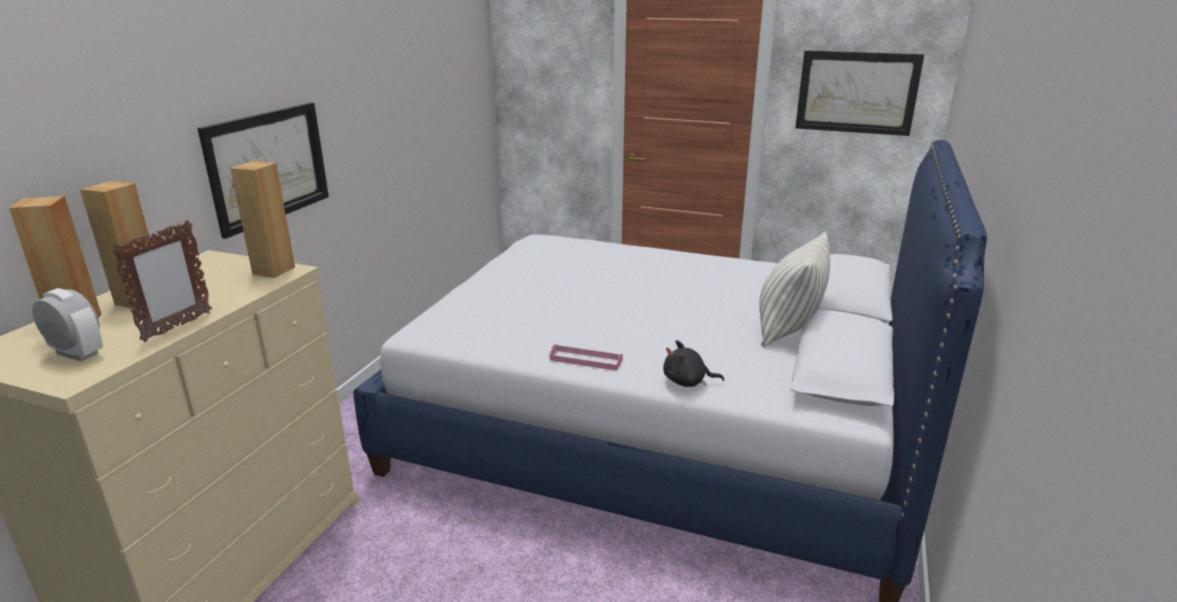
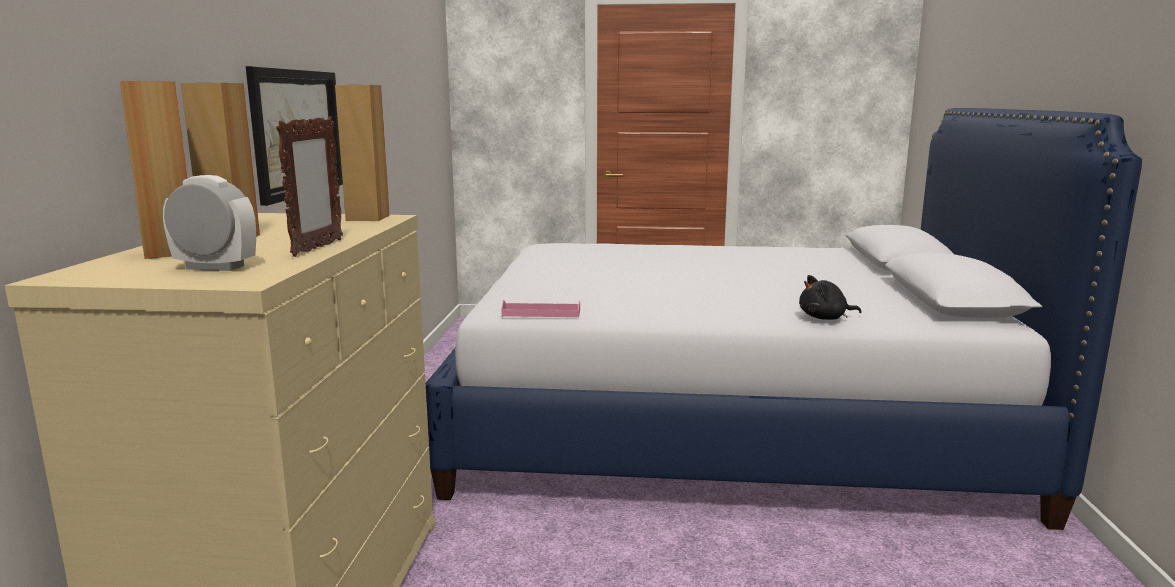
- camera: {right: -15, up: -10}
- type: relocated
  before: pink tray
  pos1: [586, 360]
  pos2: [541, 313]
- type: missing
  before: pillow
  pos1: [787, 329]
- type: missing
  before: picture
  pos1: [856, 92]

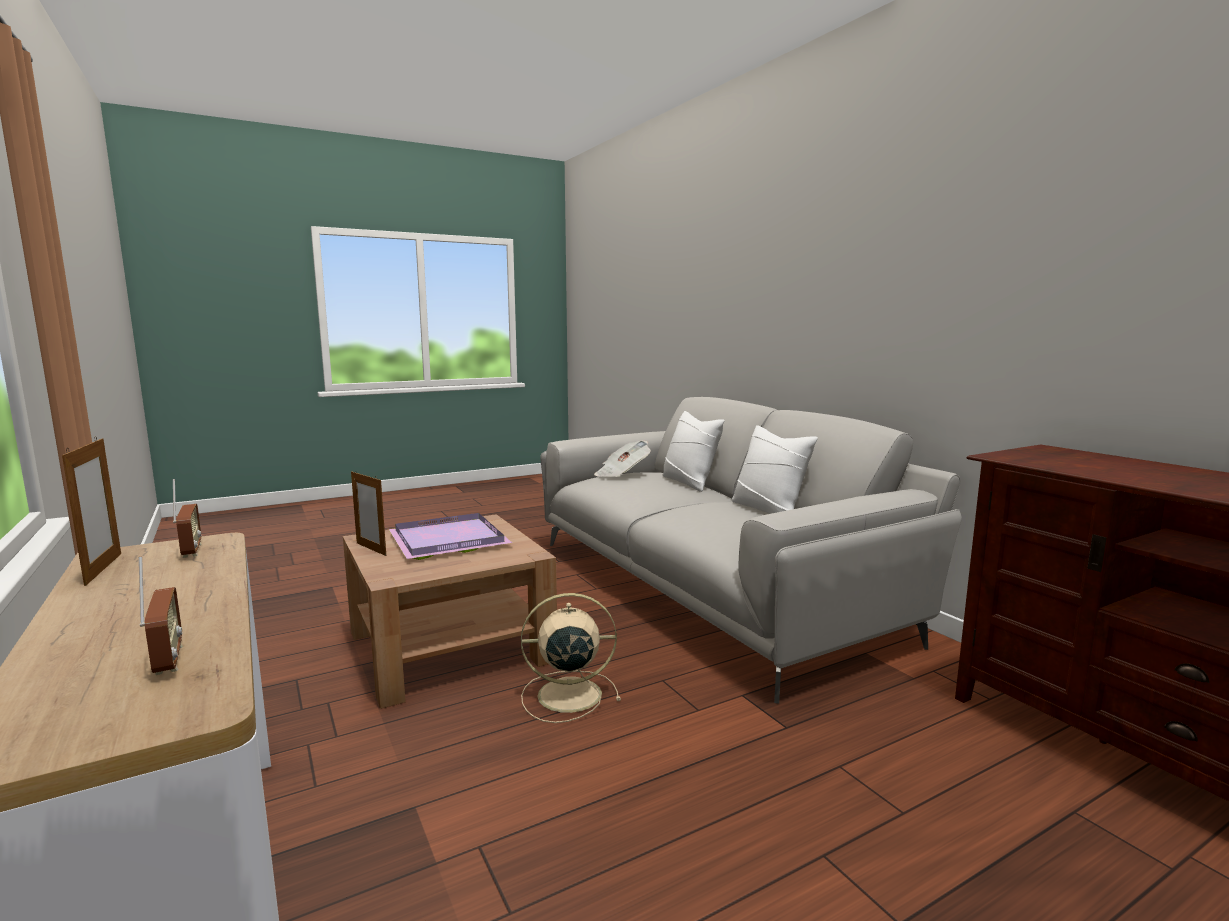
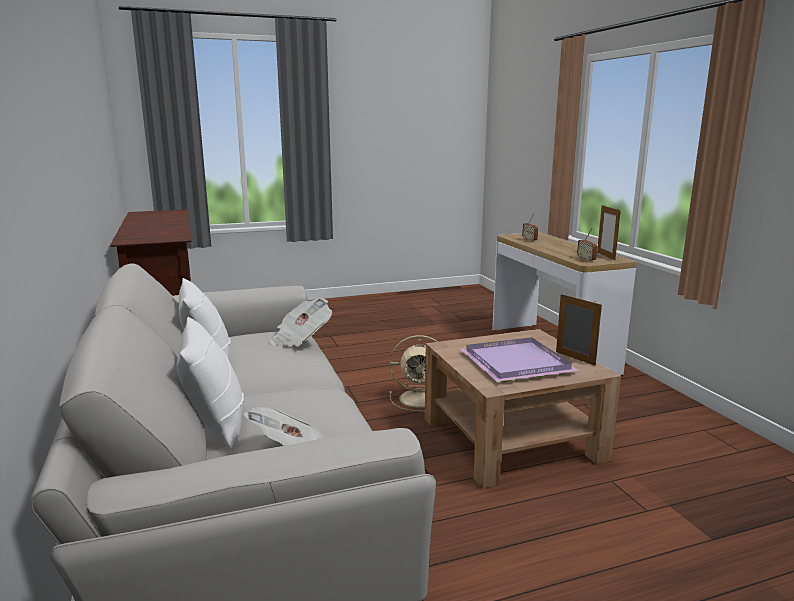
- camera: {right: -170, up: 5}
- type: appeared
  after: newspaper
  pos2: [301, 338]

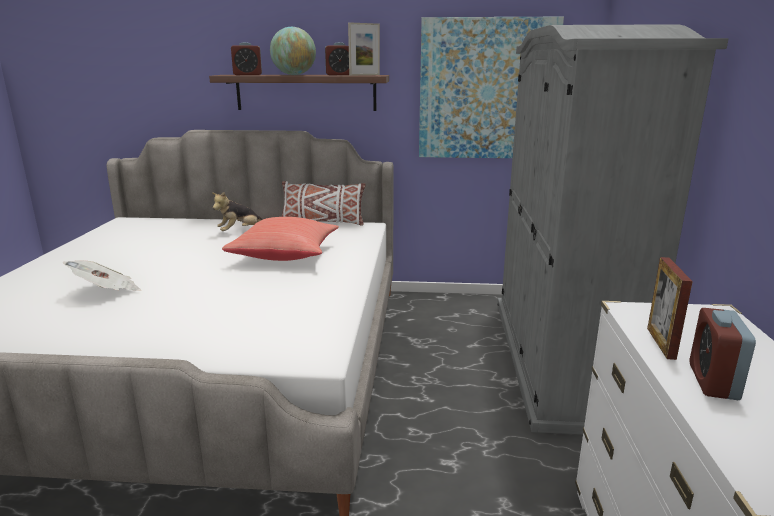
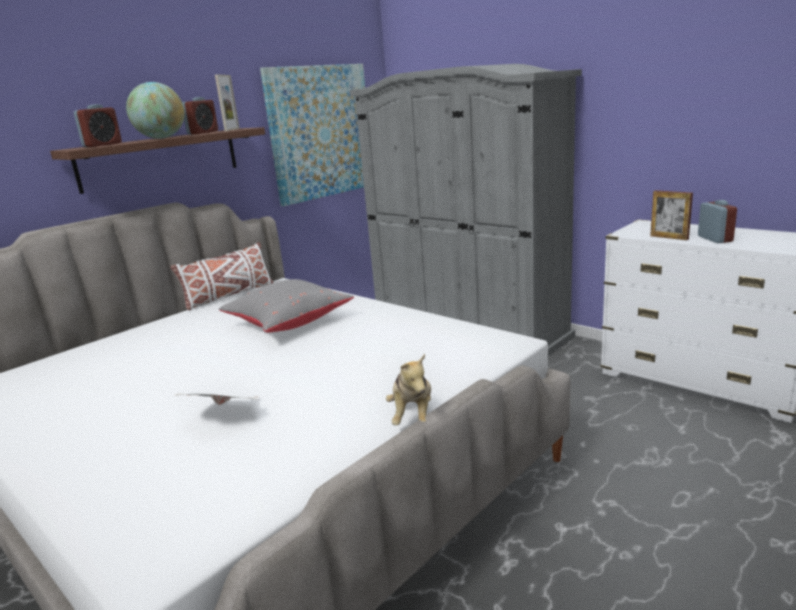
- camera: {right: -50, up: 0}
- type: relocated
  before: plush toy
  pos1: [240, 231]
  pos2: [413, 416]
- type: colour
  before: red pillow
  after: grey pillow
  pos1: [286, 255]
  pos2: [288, 323]
- type: spun
  before: alarm clock
  pos1: [713, 381]
  pos2: [714, 239]
  turn: -150

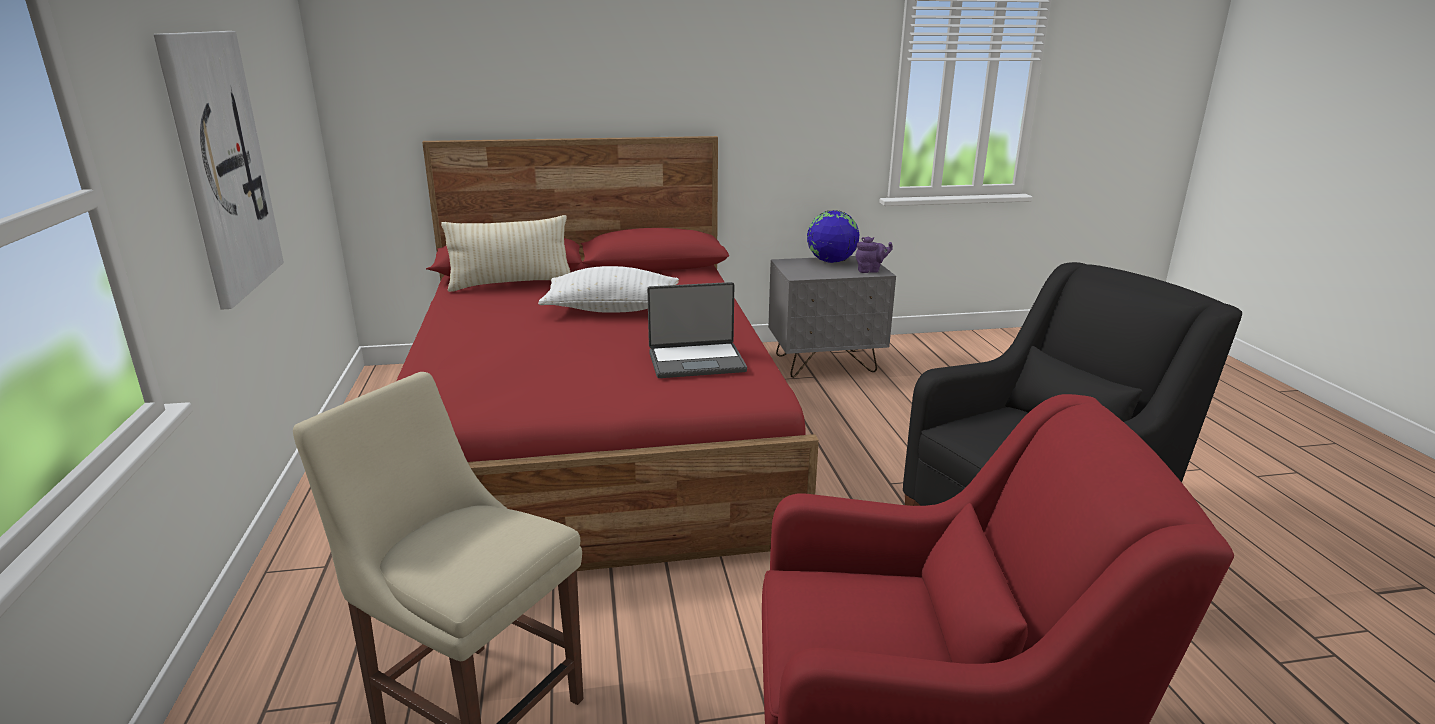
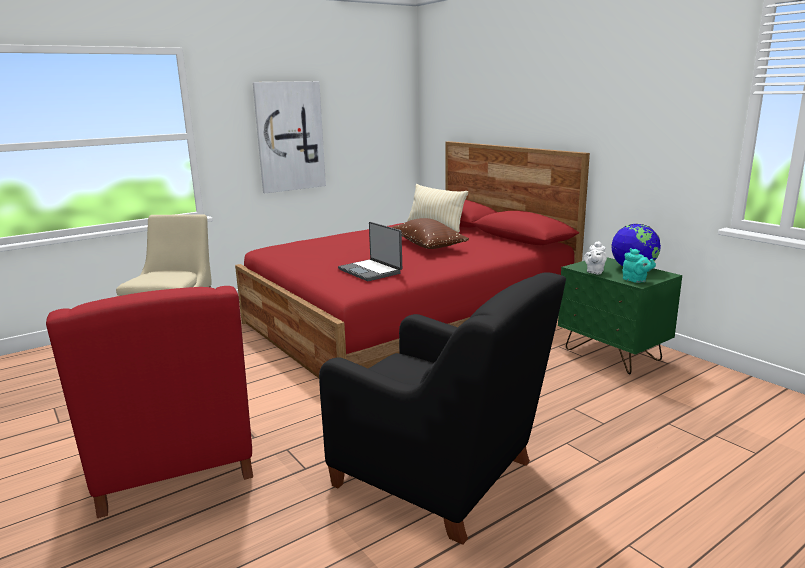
- camera: {right: 65, up: -5}
- type: colour
  before: white pillow
  after: brown pillow
  pos1: [613, 309]
  pos2: [427, 246]
- type: colour
  before: grey nightstand
  after: green nightstand
  pos1: [825, 364]
  pos2: [612, 355]
- type: colour
  before: purple teapot
  after: turquoise teapot
  pos1: [870, 271]
  pos2: [636, 280]
- type: appeared
  after: white teapot
  pos2: [594, 272]

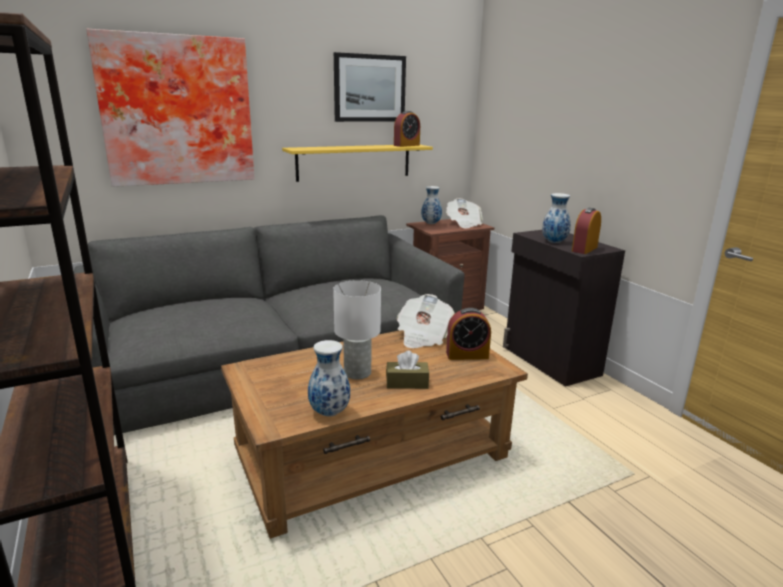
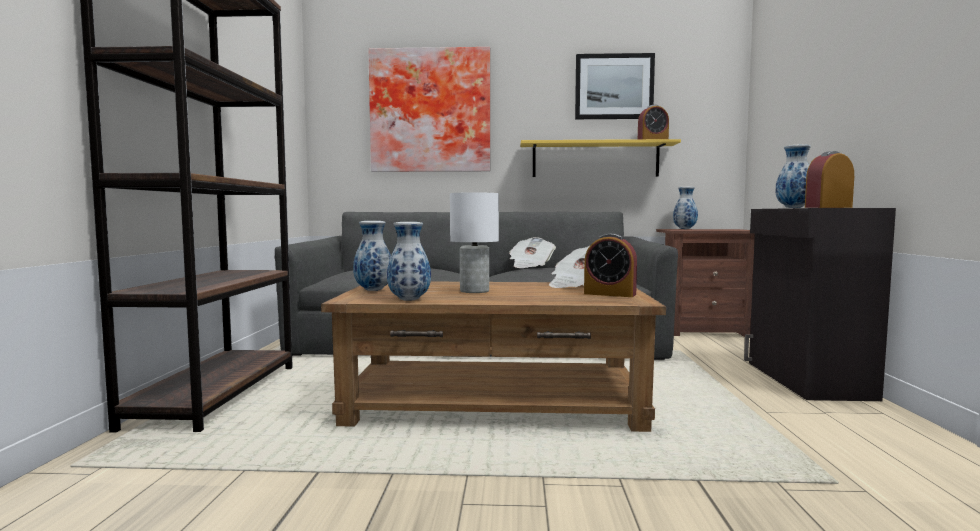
- camera: {right: 30, up: -15}
- type: missing
  before: brown tissue box
  pos1: [407, 383]
- type: relocated
  before: newspaper
  pos1: [463, 224]
  pos2: [530, 266]
- type: appeared
  after: vase
  pos2: [372, 290]

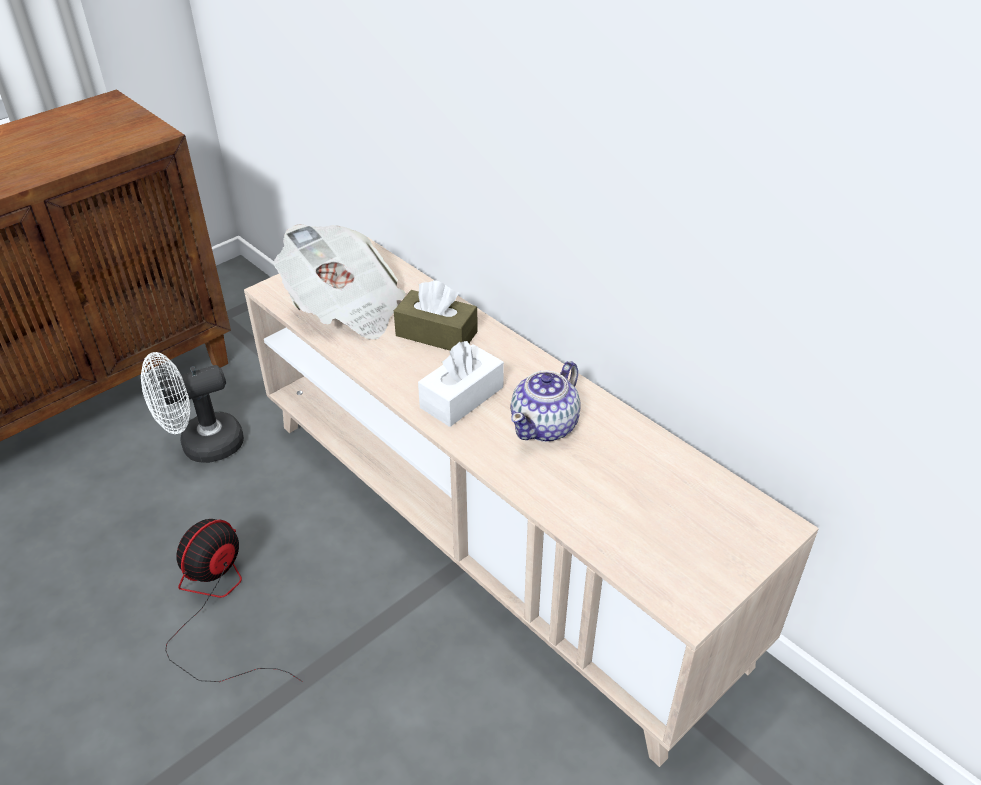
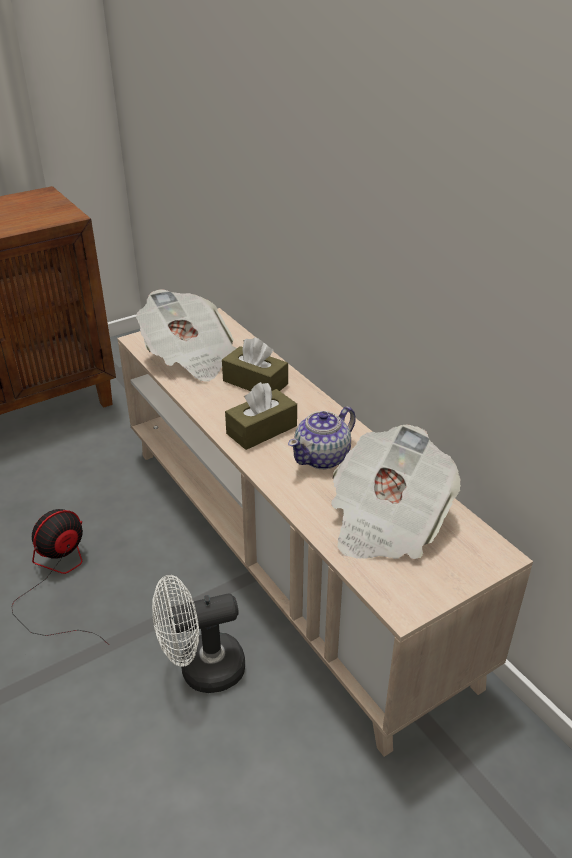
- camera: {right: 10, up: -5}
- type: relocated
  before: white fan
  pos1: [202, 446]
  pos2: [201, 670]
- type: colour
  before: white tissue box
  after: brown tissue box
  pos1: [462, 397]
  pos2: [261, 430]
- type: appeared
  after: newspaper
  pos2: [386, 520]

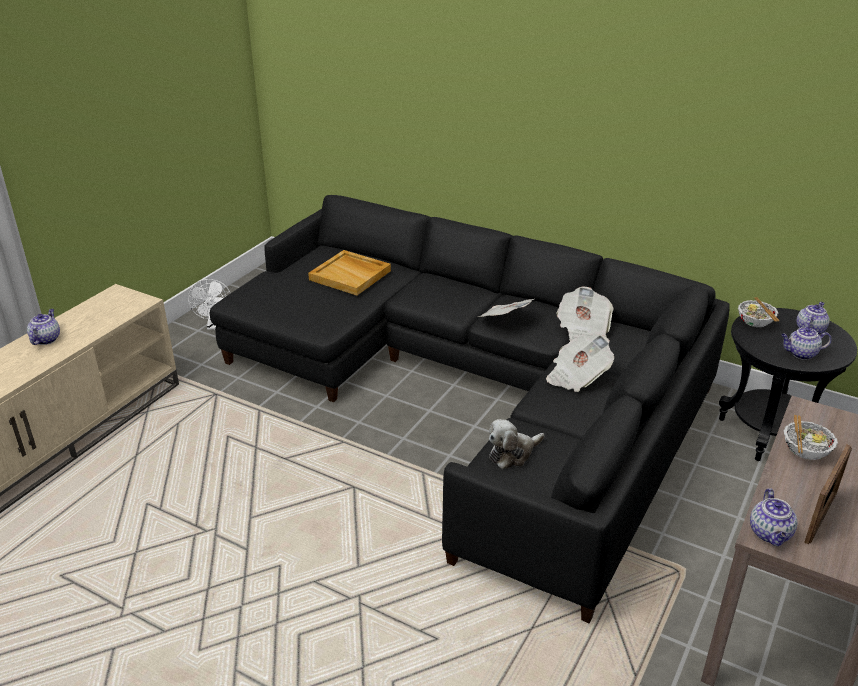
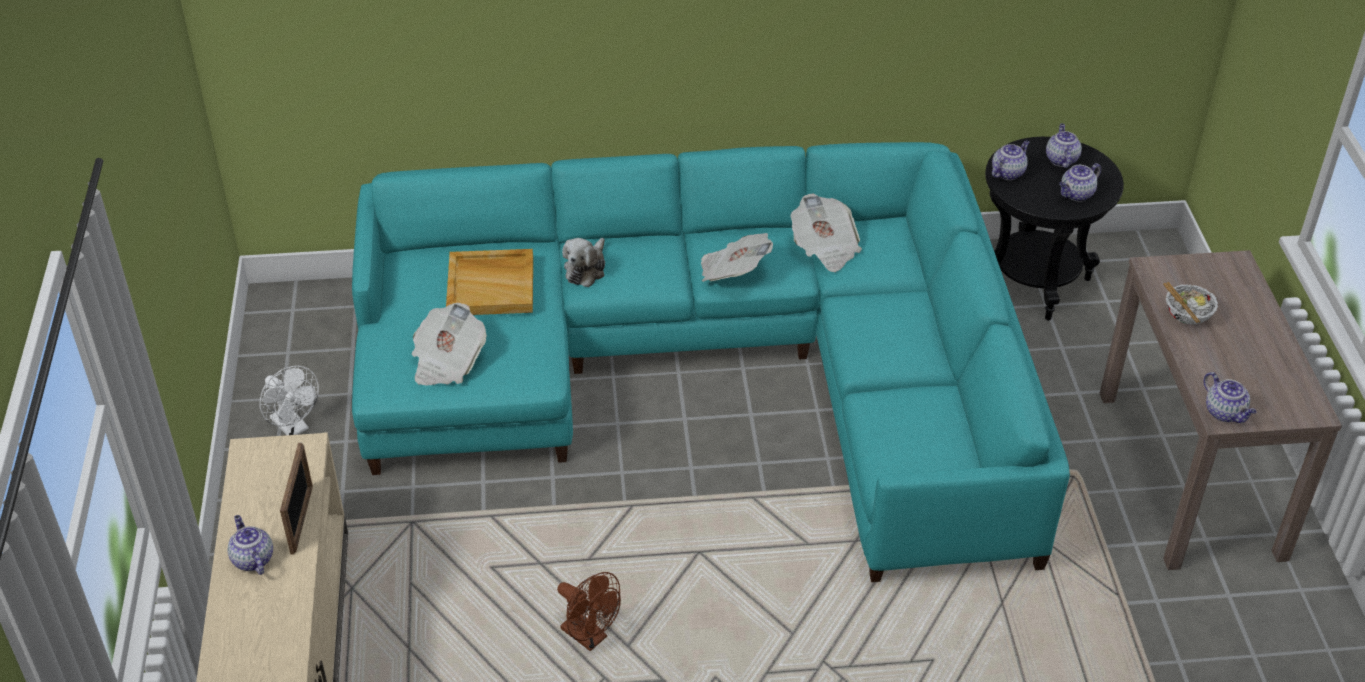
- camera: {right: -35, up: 10}
- type: colour
  before: black sofa
  after: turquoise sofa
  pos1: [474, 392]
  pos2: [710, 371]
- type: relocated
  before: plush toy
  pos1: [513, 453]
  pos2: [586, 269]
- type: relocated
  before: newspaper
  pos1: [577, 377]
  pos2: [447, 362]
- type: exchanged
  before: bowl
  after: teapot
  pos1: [755, 323]
  pos2: [1008, 172]
- type: relocated
  before: picture frame
  pos1: [820, 517]
  pos2: [302, 519]
- type: appeared
  after: brown fan
  pos2: [590, 637]

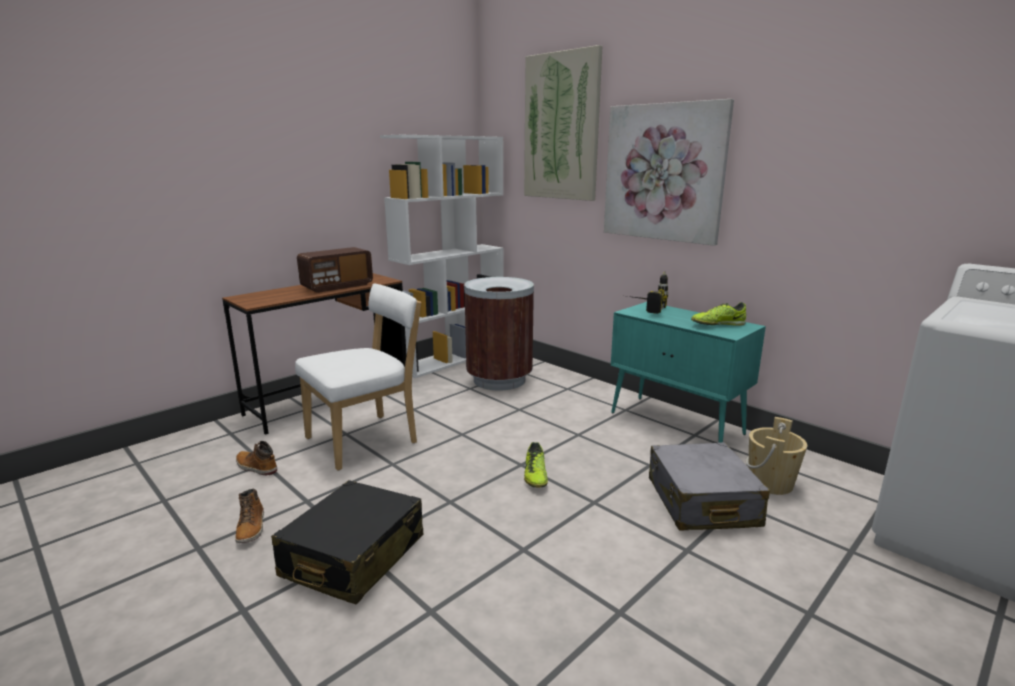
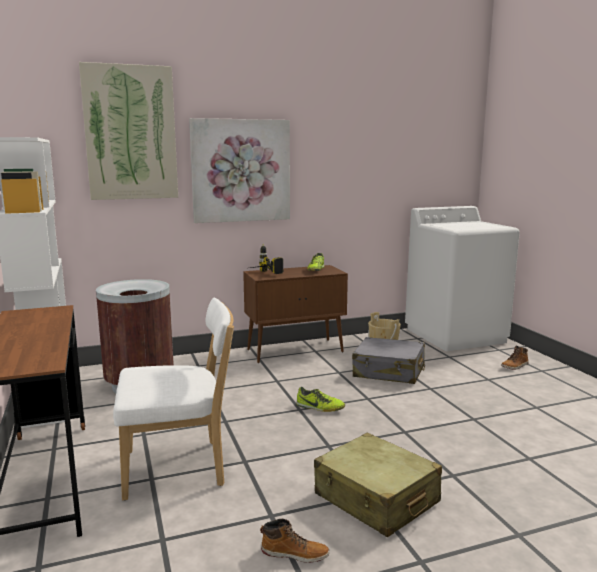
- camera: {right: -65, up: -5}
- type: relocated
  before: boot
  pos1: [256, 467]
  pos2: [515, 366]
- type: colour
  before: black suitcase
  after: beige suitcase
  pos1: [353, 557]
  pos2: [376, 499]
- type: spun
  before: white chair
  pos1: [367, 439]
  pos2: [179, 468]
  turn: 90
- type: missing
  before: radio
  pos1: [337, 286]
- type: colour
  before: turquoise cabinet
  after: brown cabinet
  pos1: [677, 423]
  pos2: [296, 351]

